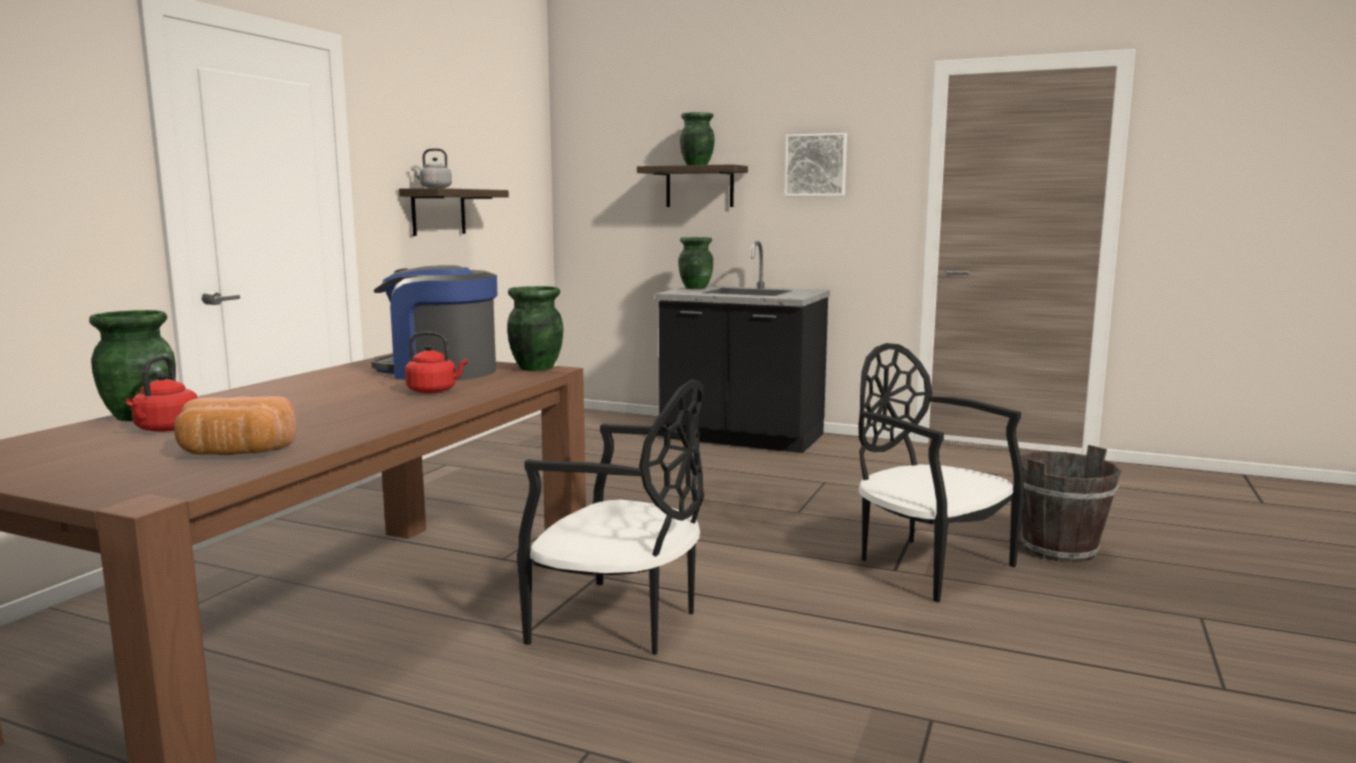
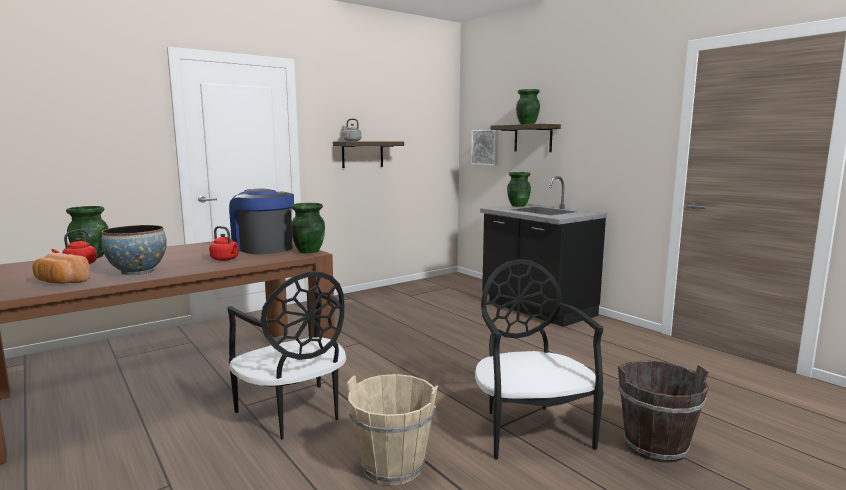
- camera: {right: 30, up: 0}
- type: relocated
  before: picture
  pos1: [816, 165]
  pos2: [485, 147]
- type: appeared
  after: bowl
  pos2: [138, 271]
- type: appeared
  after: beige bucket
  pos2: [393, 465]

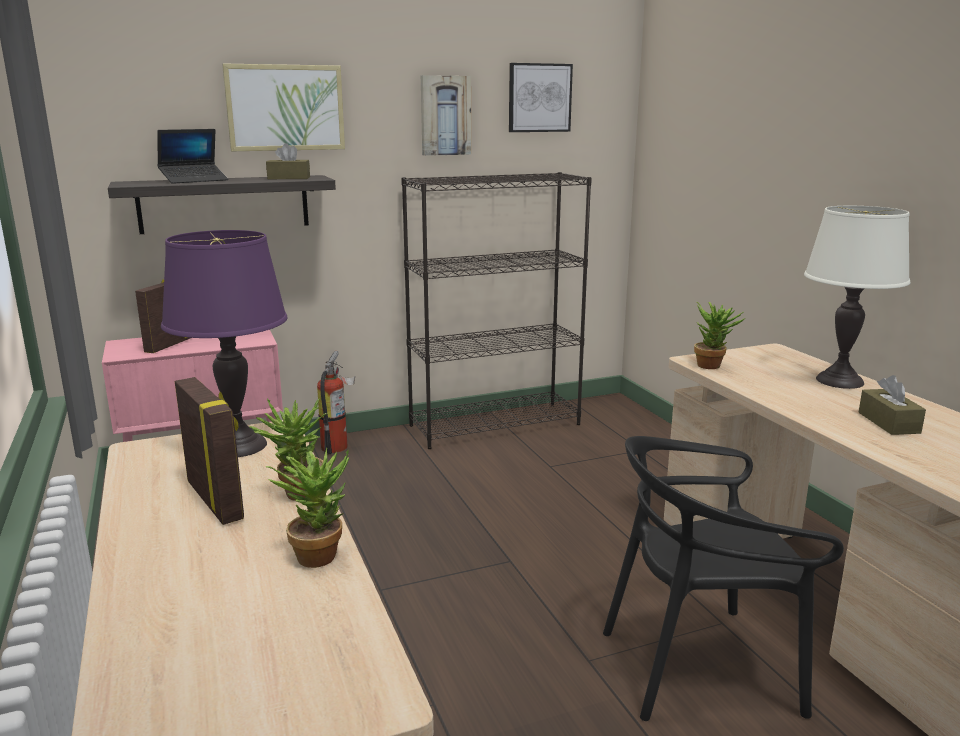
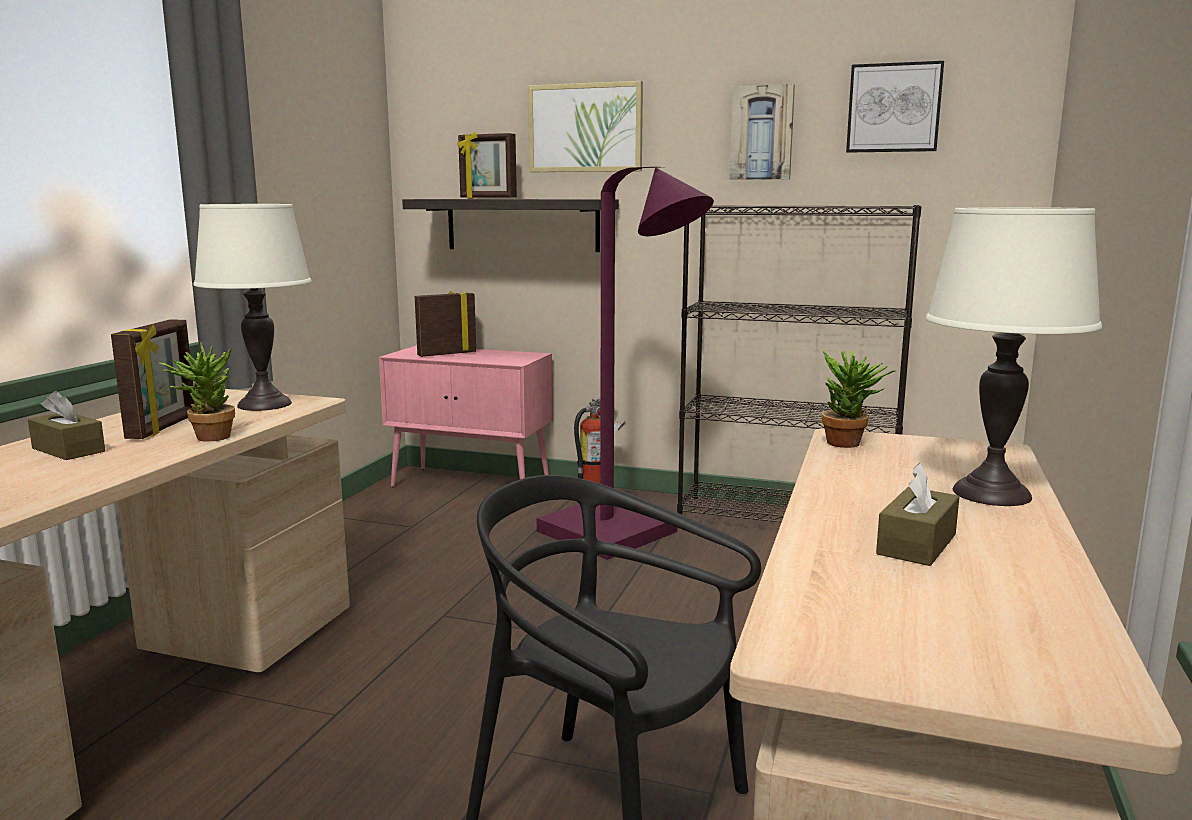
- camera: {right: 40, up: -5}
- type: exchanged
  before: laptop
  after: picture frame
  pos1: [194, 180]
  pos2: [487, 198]
- type: colour
  before: purple table lamp
  after: white table lamp
  pos1: [238, 446]
  pos2: [264, 404]
- type: relocated
  before: brown tissue box
  pos1: [289, 178]
  pos2: [68, 450]
- type: missing
  before: potted plant
  pos1: [319, 552]
- type: appeared
  after: purple floor lamp
  pos2: [621, 537]

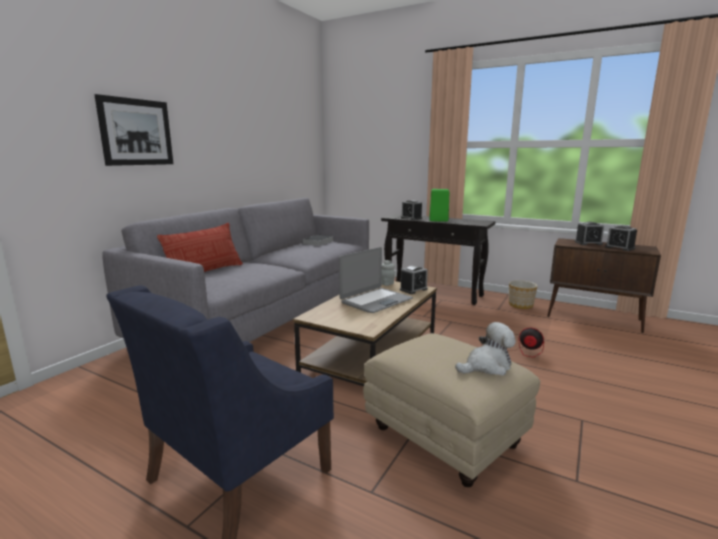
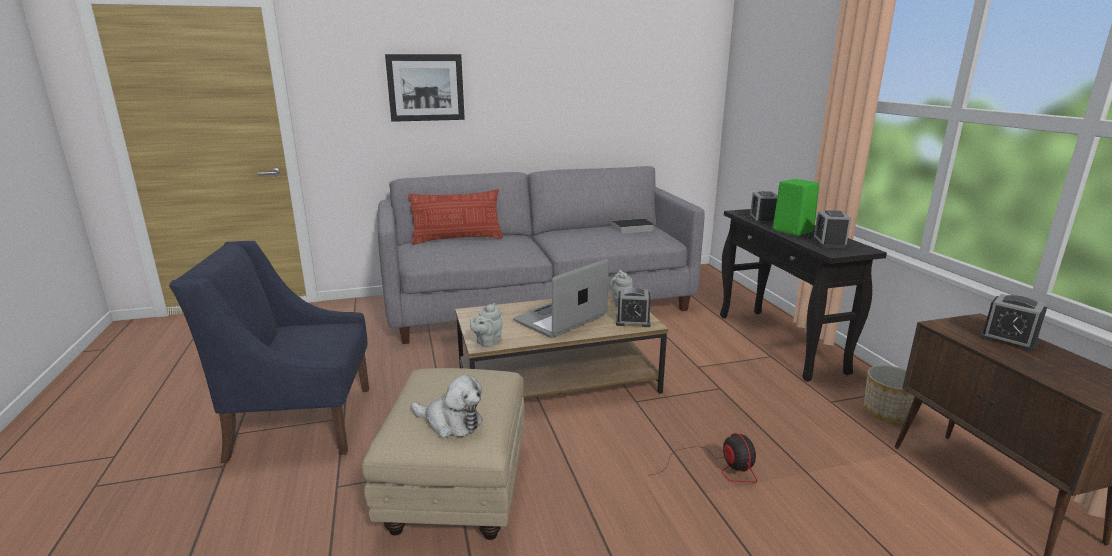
- camera: {right: 45, up: 5}
- type: spun
  before: laptop
  pos1: [376, 301]
  pos2: [561, 319]
  turn: 135
- type: relocated
  before: alarm clock
  pos1: [619, 248]
  pos2: [829, 243]
- type: appeared
  after: grey teapot
  pos2: [487, 342]

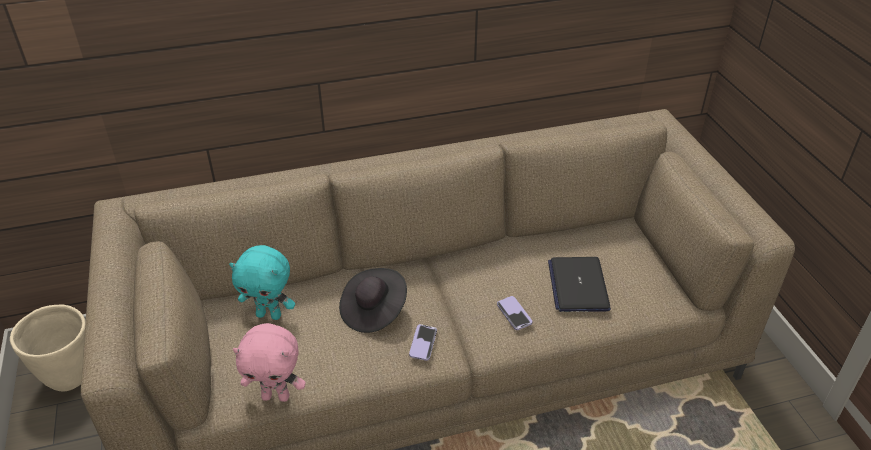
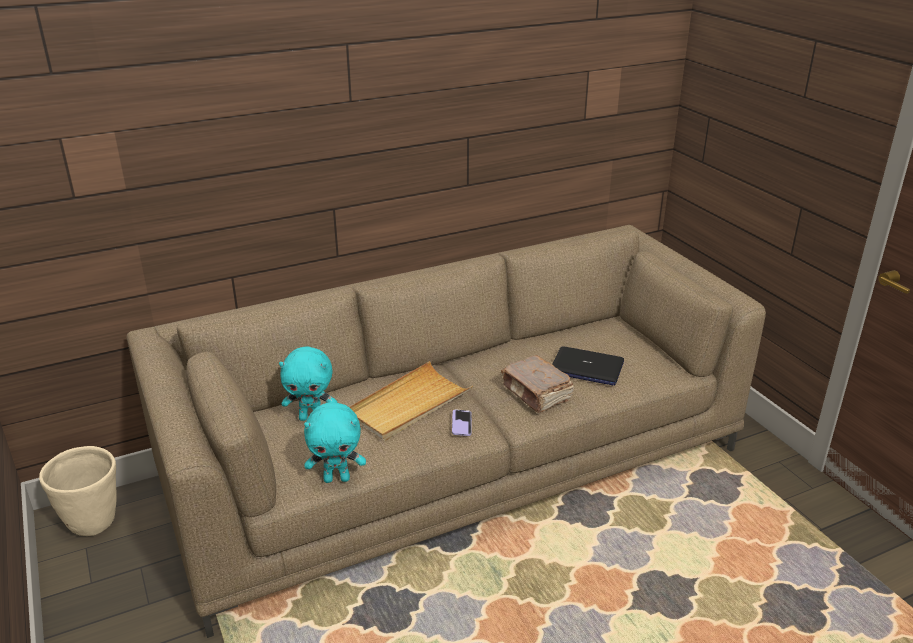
- camera: {right: -10, up: -10}
- type: colour
  before: pink plush toy
  after: turquoise plush toy
  pos1: [276, 396]
  pos2: [337, 478]
- type: exchanged
  before: black hat
  after: beige tray
  pos1: [373, 311]
  pos2: [408, 405]
- type: exchanged
  before: phone
  after: brown book
  pos1: [514, 314]
  pos2: [536, 394]
- type: spun
  before: laptop
  pos1: [578, 285]
  pos2: [586, 367]
  turn: -60

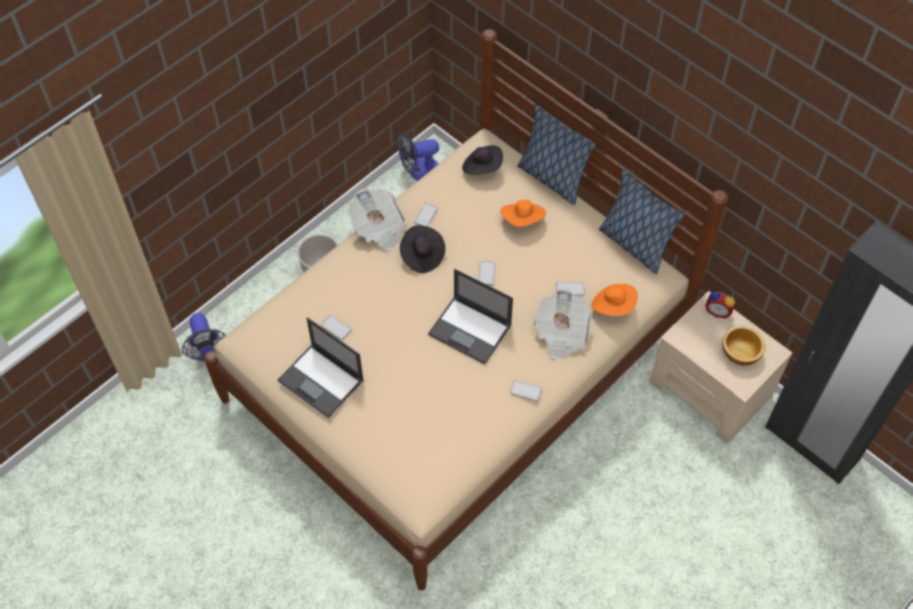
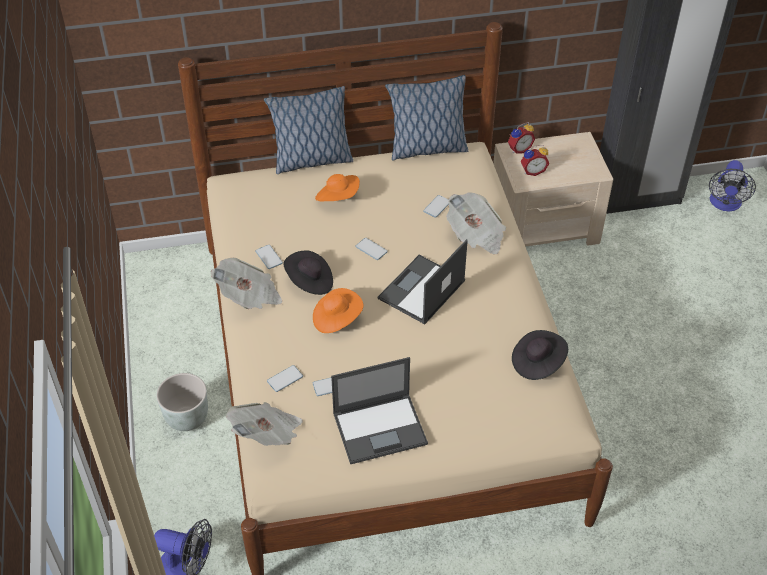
- camera: {right: -55, up: -10}
- type: relocated
  before: fan
  pos1: [419, 172]
  pos2: [725, 204]
- type: spun
  before: laptop
  pos1: [471, 330]
  pos2: [421, 290]
  turn: 150
- type: relocated
  before: black hat
  pos1: [482, 167]
  pos2: [537, 363]
- type: relocated
  before: phone
  pos1: [525, 391]
  pos2: [285, 379]
- type: relocated
  before: orange hat
  pos1: [613, 306]
  pos2: [336, 319]
- type: missing
  before: bowl
  pos1: [739, 352]
- type: appeared
  after: newspaper
  pos2: [267, 434]
- type: appeared
  after: alarm clock
  pos2: [532, 171]

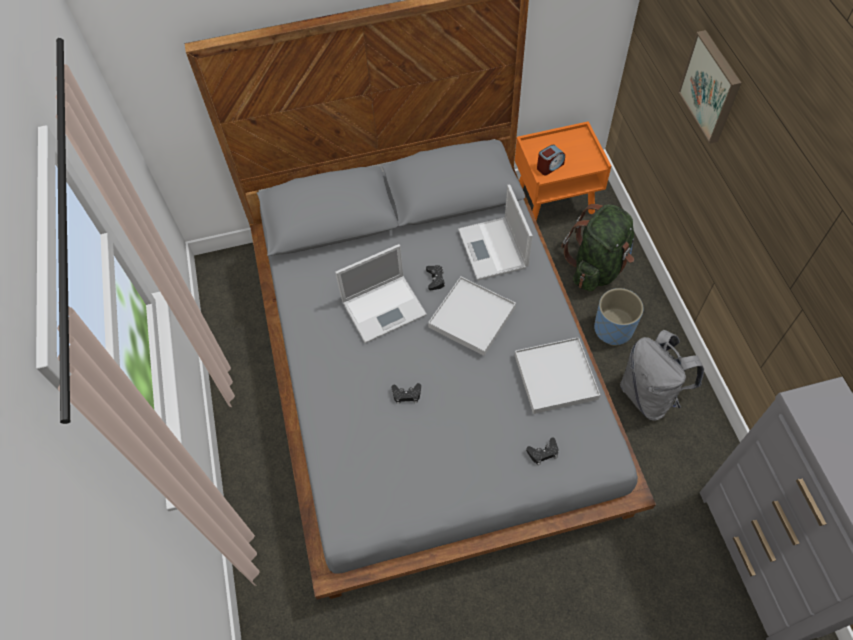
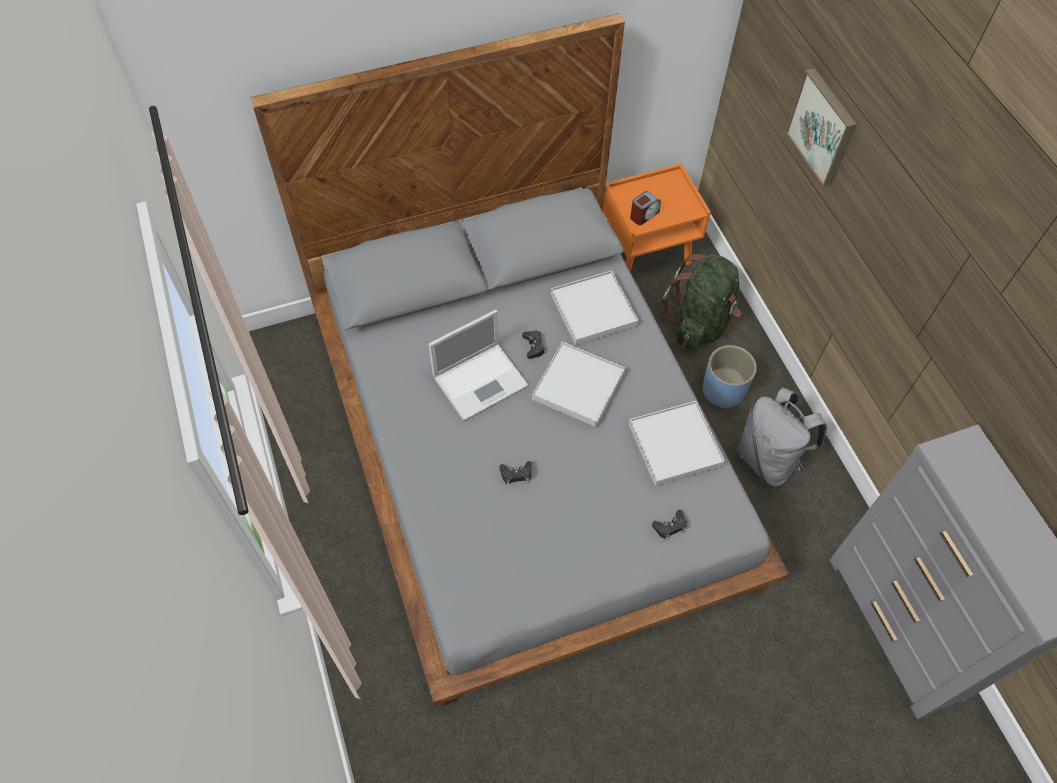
- camera: {right: -10, up: 0}
- type: exchanged
  before: laptop
  after: white tray
  pos1: [493, 249]
  pos2: [593, 310]

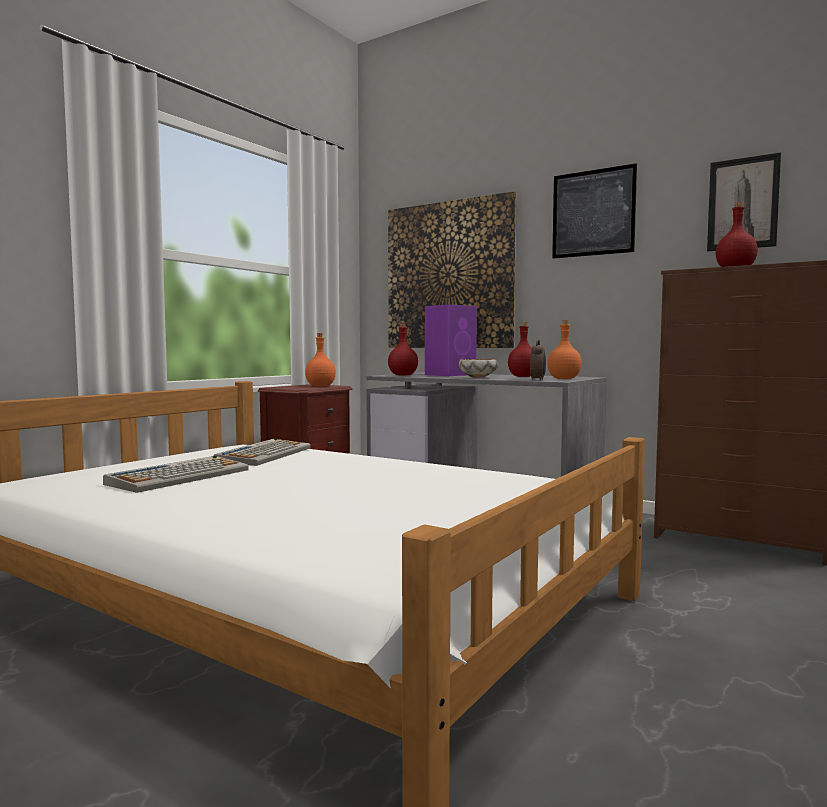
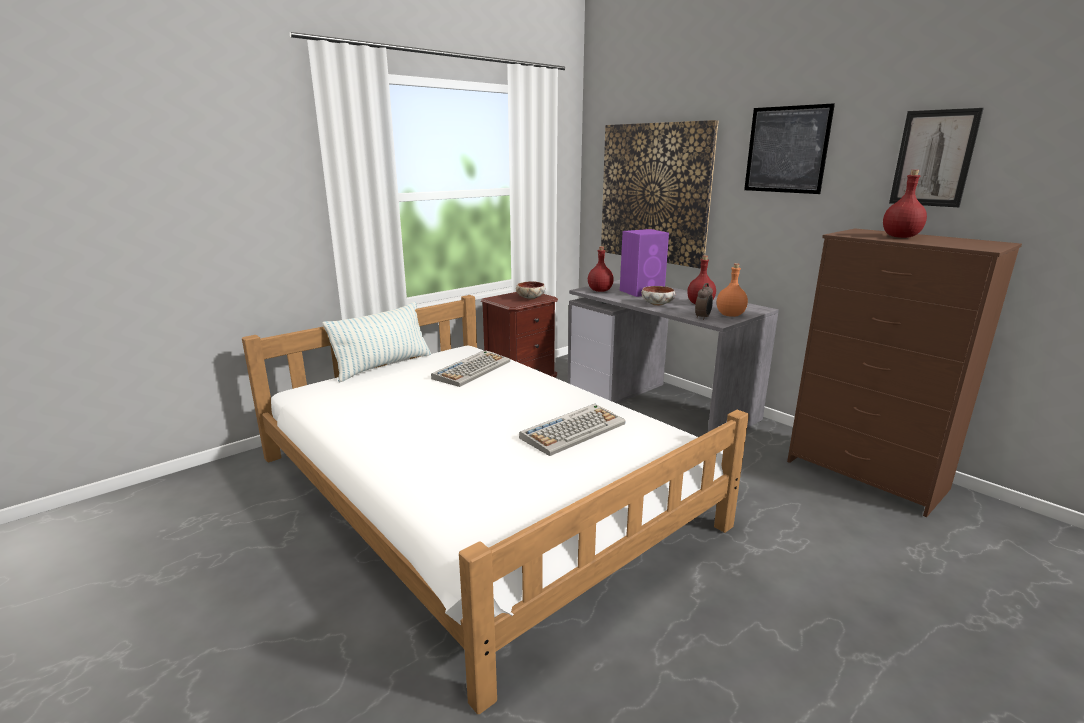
- camera: {right: 15, up: 15}
- type: relocated
  before: keyboard
  pos1: [180, 476]
  pos2: [573, 430]
- type: exchanged
  before: orange bottle
  after: bowl
  pos1: [320, 386]
  pos2: [530, 298]
- type: appeared
  after: pillow
  pos2: [383, 366]

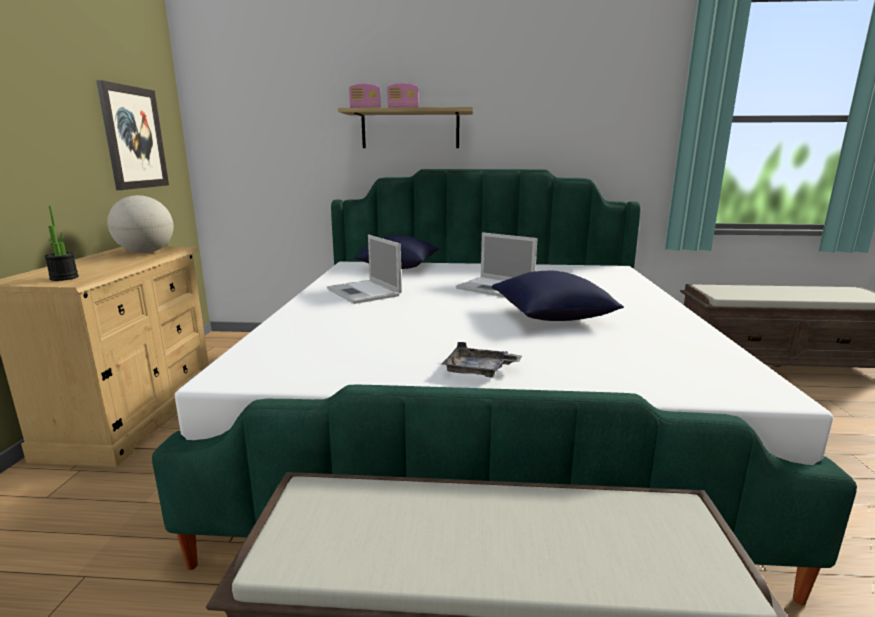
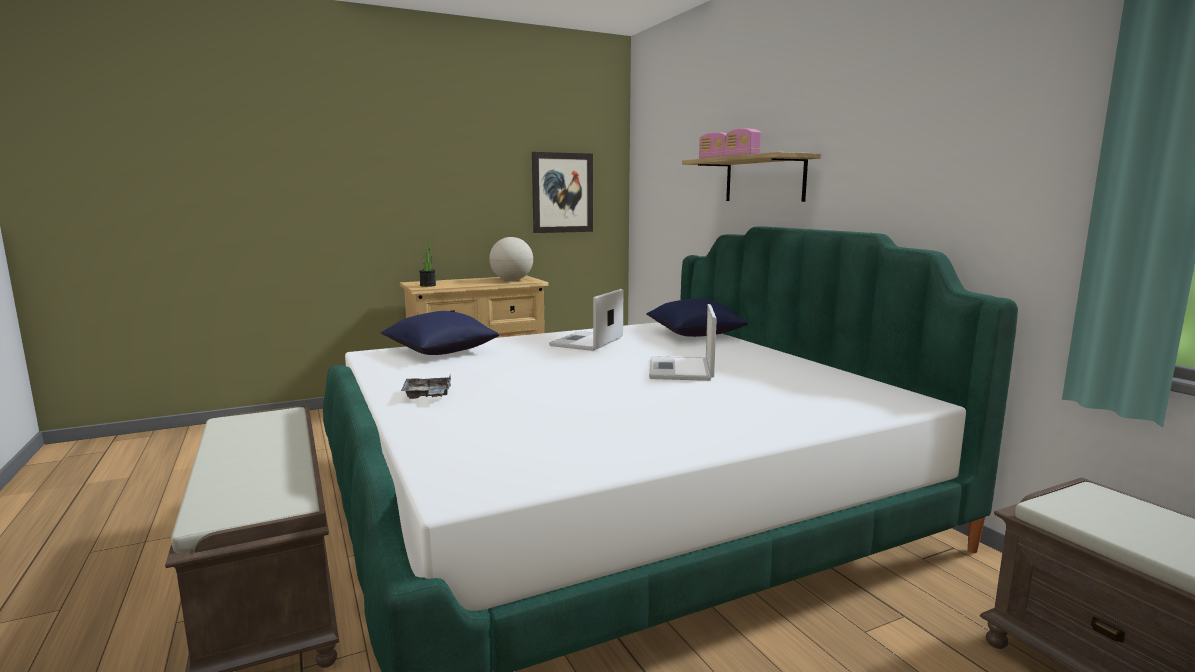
- camera: {right: 60, up: -5}
- type: relocated
  before: blue pillow
  pos1: [551, 316]
  pos2: [440, 352]

